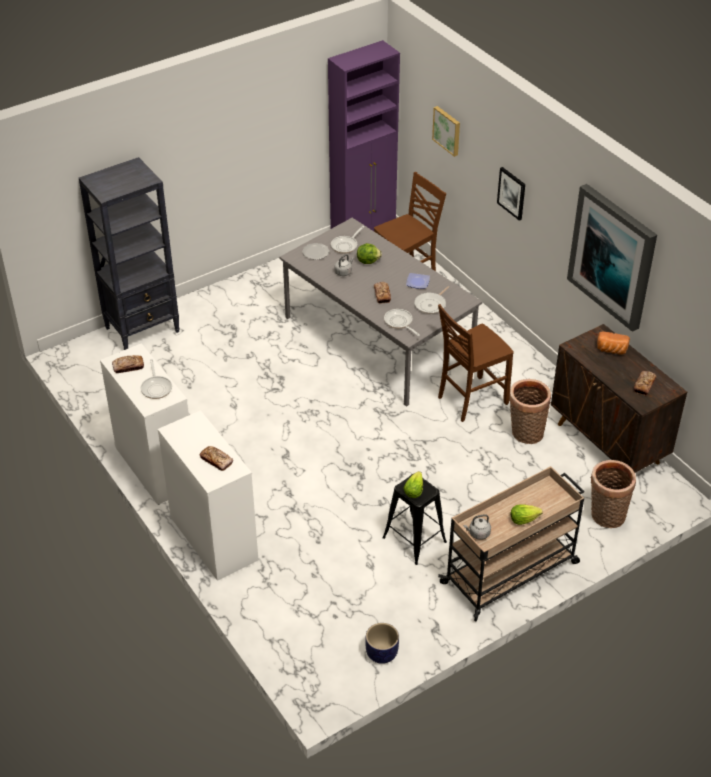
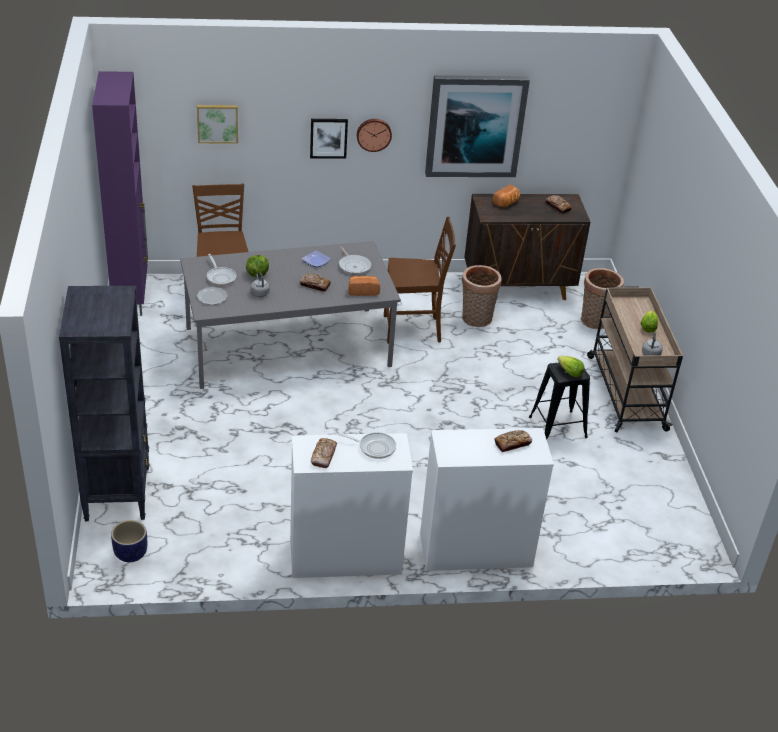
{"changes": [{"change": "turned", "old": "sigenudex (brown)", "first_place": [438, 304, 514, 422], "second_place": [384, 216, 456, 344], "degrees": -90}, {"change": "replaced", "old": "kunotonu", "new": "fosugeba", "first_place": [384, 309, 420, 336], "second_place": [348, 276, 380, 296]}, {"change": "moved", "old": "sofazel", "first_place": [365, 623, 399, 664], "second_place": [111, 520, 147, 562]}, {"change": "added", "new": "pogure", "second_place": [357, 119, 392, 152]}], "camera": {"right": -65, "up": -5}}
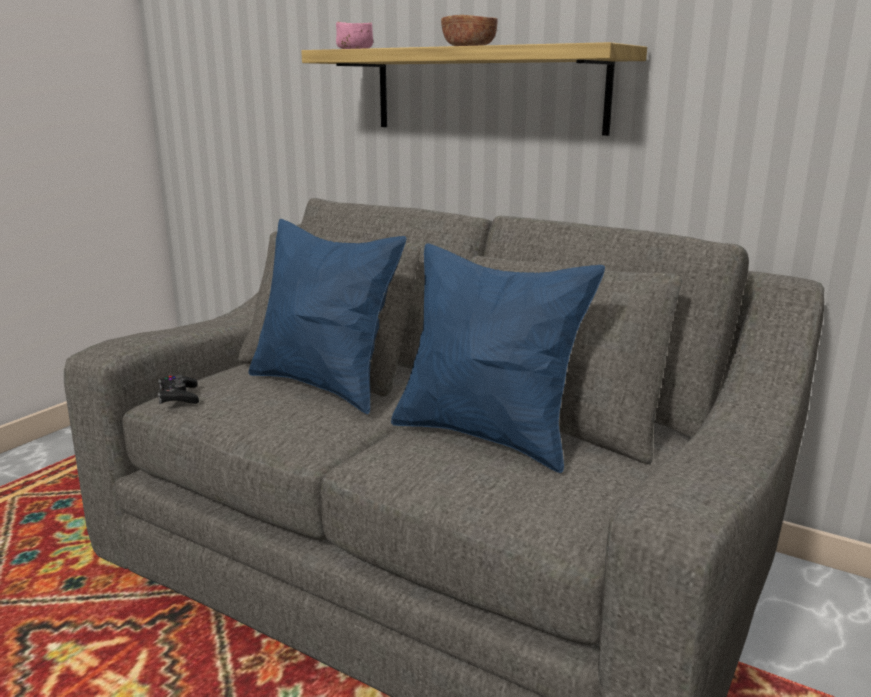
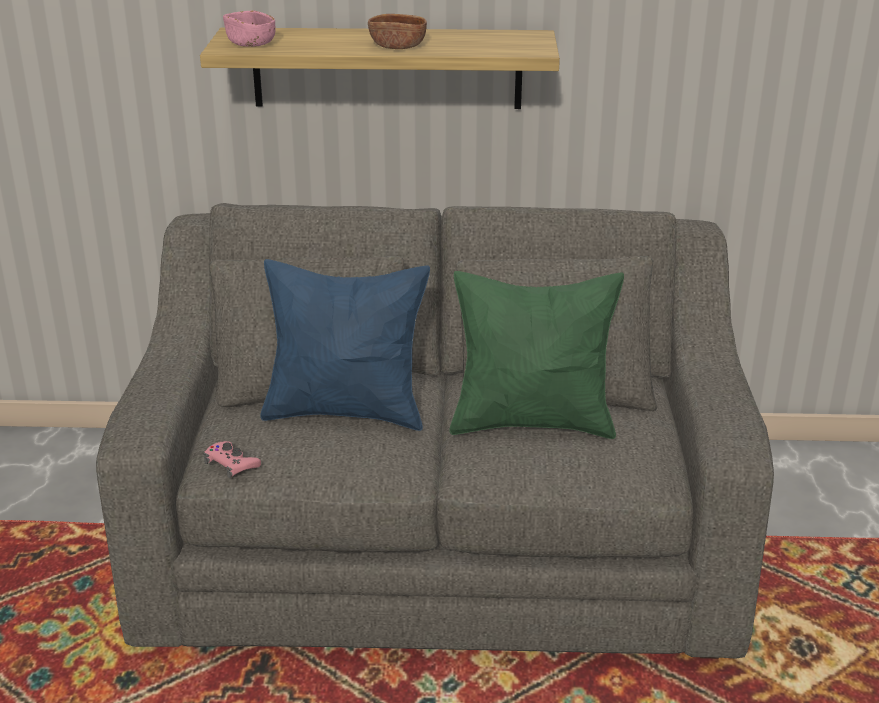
{"changes": [{"change": "recoloured", "old": "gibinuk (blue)", "new": "gibinuk (green)", "first_place": [391, 244, 605, 473], "second_place": [450, 271, 624, 439]}, {"change": "recoloured", "old": "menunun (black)", "new": "menunun (pink)", "first_place": [157, 375, 199, 404], "second_place": [203, 441, 261, 478]}], "camera": {"right": -30, "up": 10}}
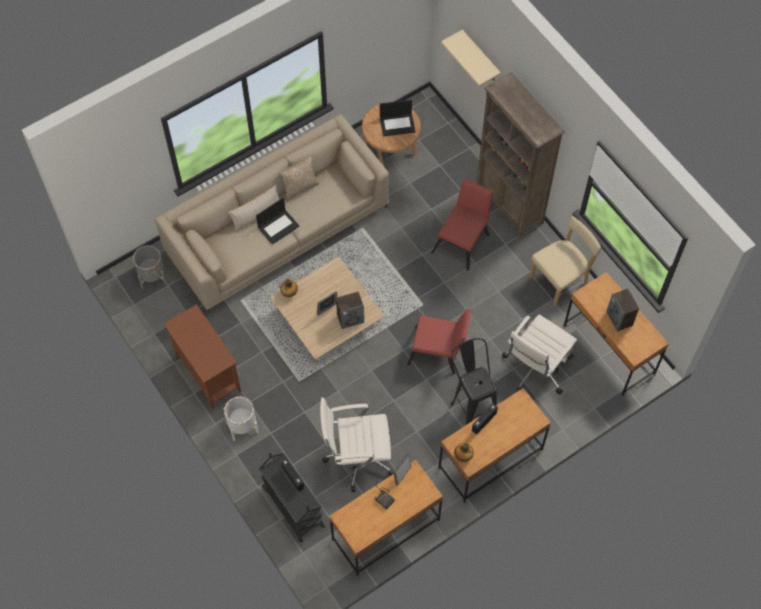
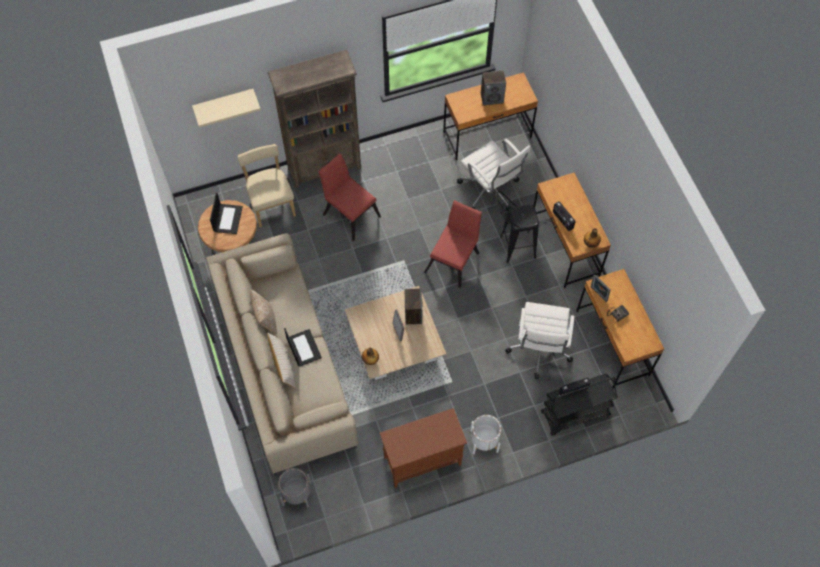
{"changes": [{"change": "moved", "old": "sigenudex (beige)", "first_place": [529, 216, 602, 307], "second_place": [237, 144, 296, 227]}], "camera": {"right": -75, "up": 0}}
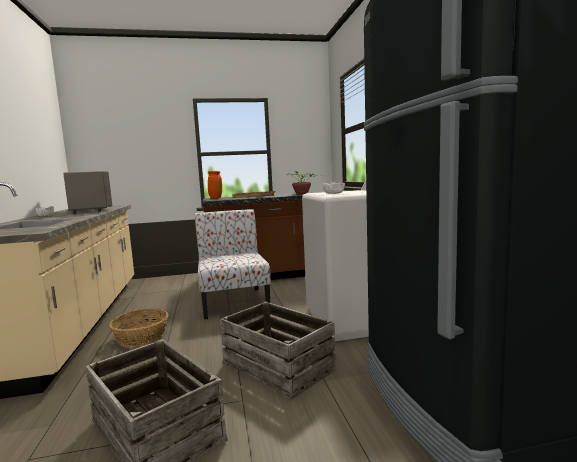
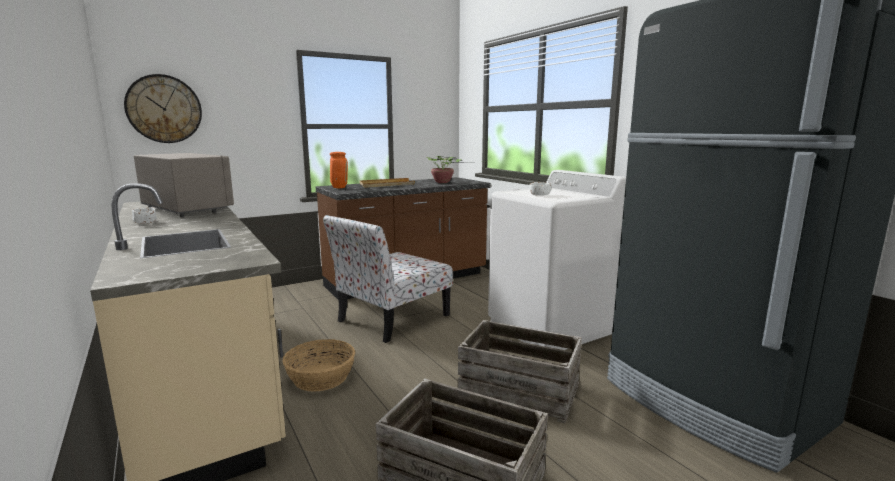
{"changes": [{"change": "turned", "old": "sigenudex", "first_place": [195, 209, 271, 320], "second_place": [323, 215, 453, 343], "degrees": -105}, {"change": "added", "new": "pogure", "second_place": [124, 74, 202, 143]}], "camera": {"right": -20, "up": 5}}
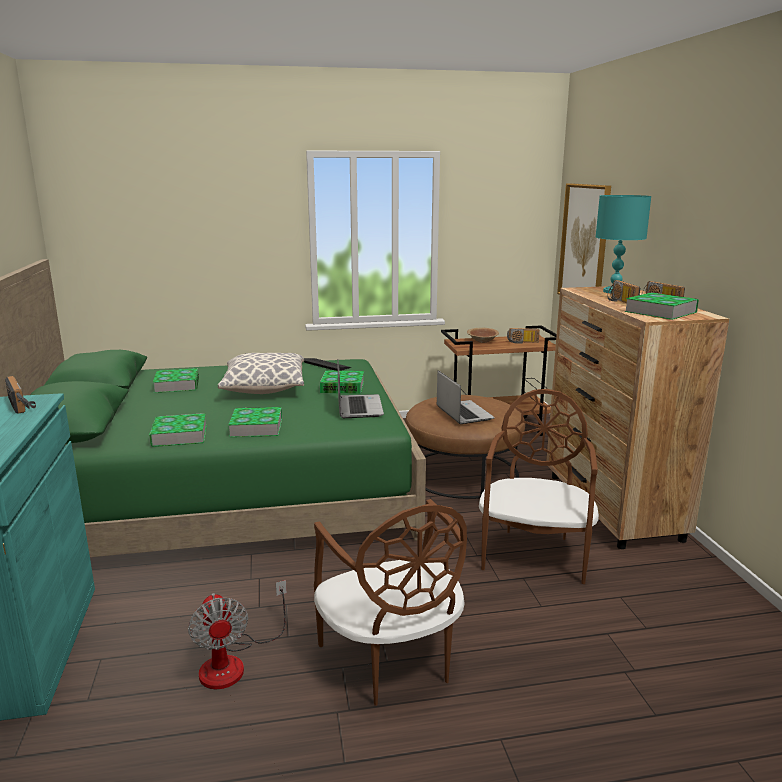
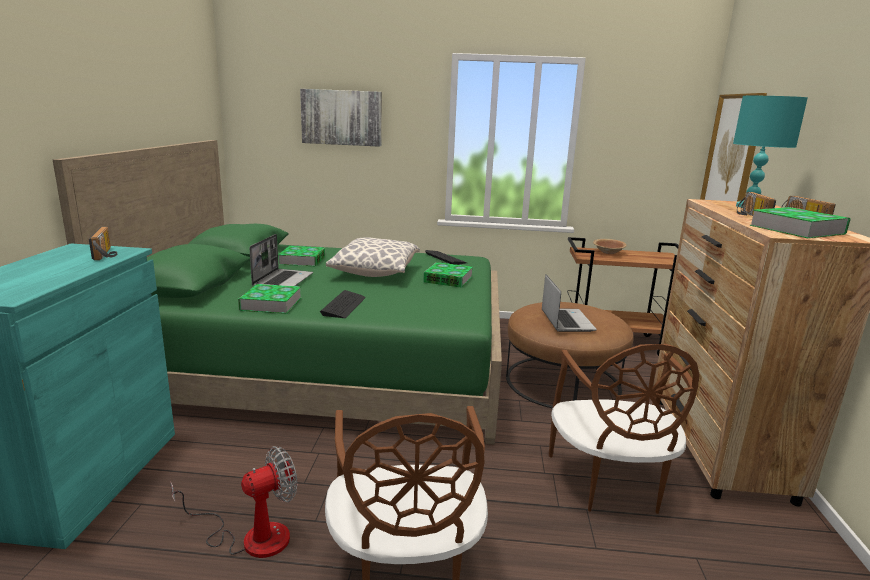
{"changes": [{"change": "removed", "old": "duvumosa", "first_place": [507, 328, 540, 344]}, {"change": "moved", "old": "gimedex", "first_place": [337, 360, 384, 418], "second_place": [250, 234, 313, 286]}, {"change": "turned", "old": "sigenudex (brown)", "first_place": [479, 389, 599, 584], "second_place": [549, 344, 700, 514], "degrees": 150}, {"change": "replaced", "old": "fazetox", "new": "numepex", "first_place": [228, 407, 282, 437], "second_place": [320, 290, 366, 318]}, {"change": "turned", "old": "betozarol", "first_place": [188, 580, 287, 689], "second_place": [170, 446, 298, 558], "degrees": -120}, {"change": "added", "new": "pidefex", "second_place": [300, 89, 382, 147]}], "camera": {"right": 15, "up": 0}}
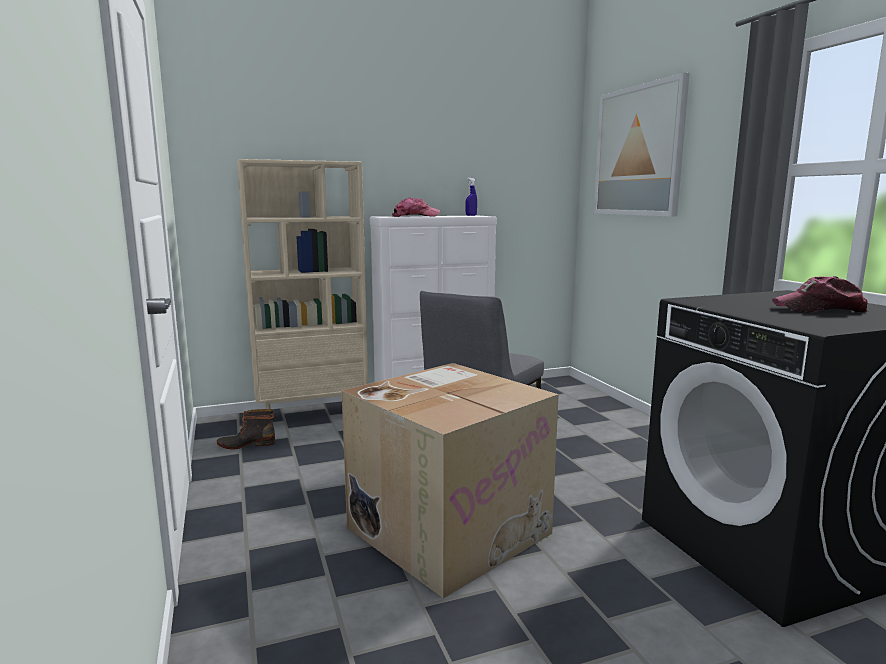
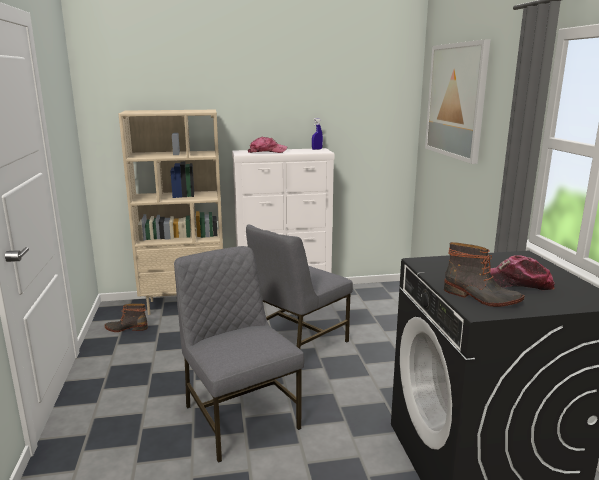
{"changes": [{"change": "replaced", "old": "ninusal", "new": "sigenudex (grey)", "first_place": [342, 363, 559, 598], "second_place": [174, 246, 304, 463]}, {"change": "added", "new": "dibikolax", "second_place": [444, 242, 525, 307]}], "camera": {"right": 10, "up": 5}}
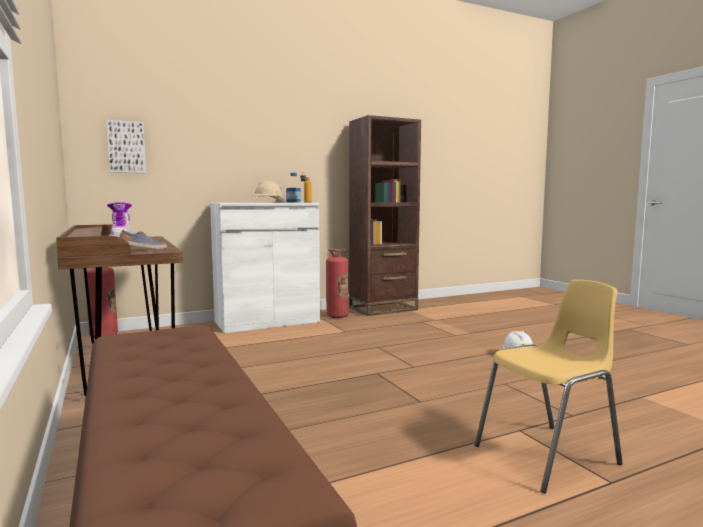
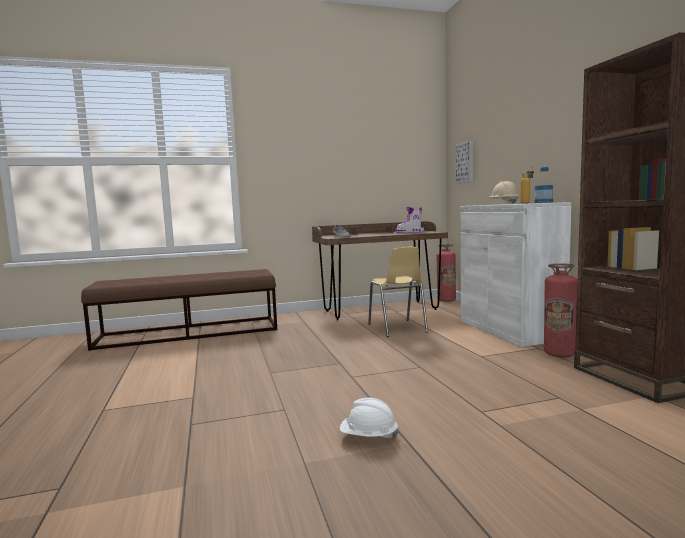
{"changes": [{"change": "moved", "old": "sigenudex (yellow)", "first_place": [475, 280, 623, 493], "second_place": [368, 247, 428, 337]}], "camera": {"right": 100, "up": 0}}
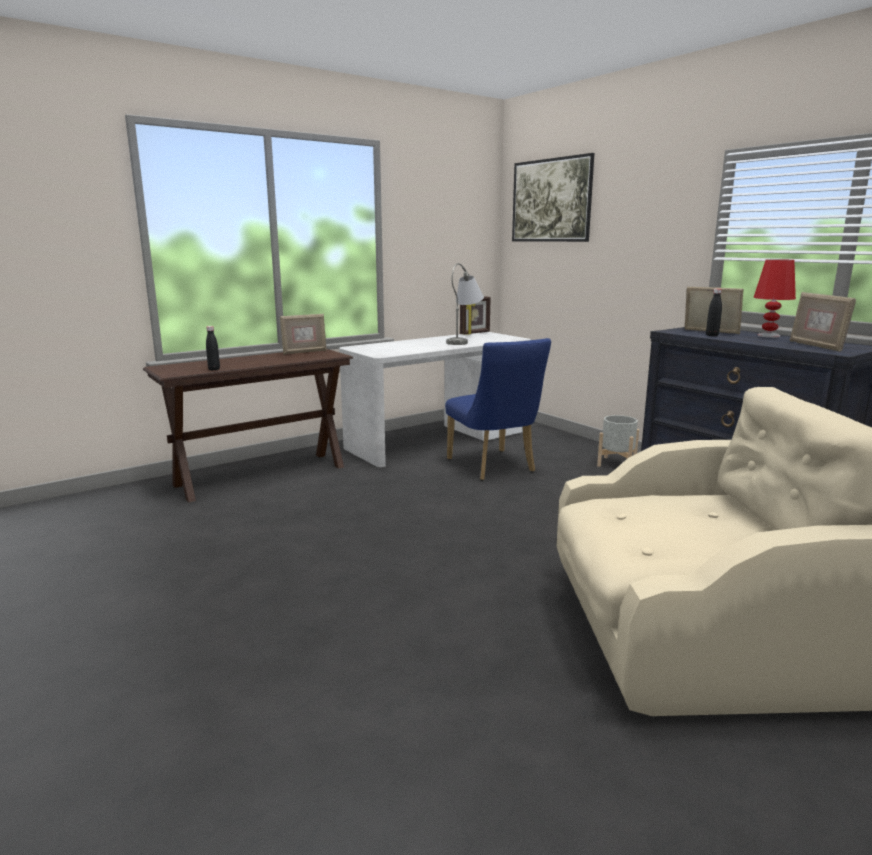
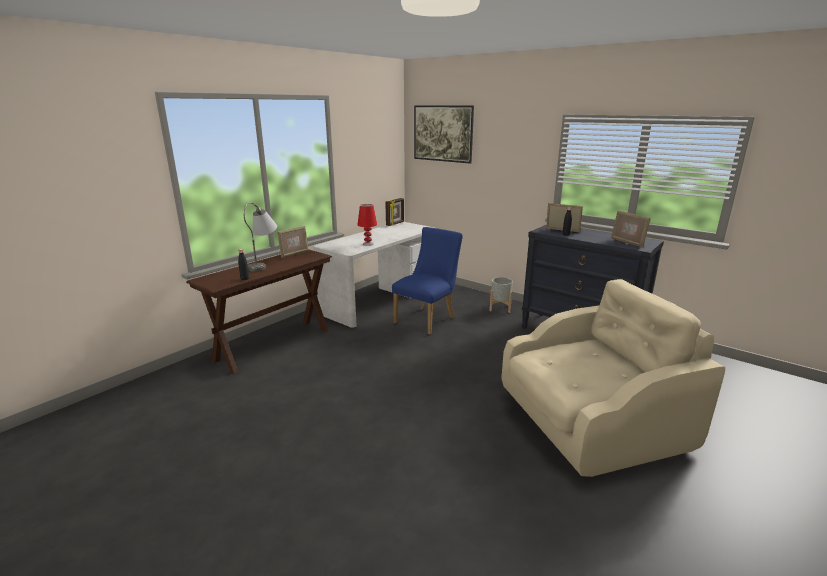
{"changes": [{"change": "moved", "old": "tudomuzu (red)", "first_place": [754, 259, 796, 338], "second_place": [357, 204, 377, 246]}, {"change": "moved", "old": "tudomuzu (grey)", "first_place": [446, 263, 484, 345], "second_place": [243, 202, 277, 272]}, {"change": "turned", "old": "sigenudex (blue)", "first_place": [445, 338, 551, 480], "second_place": [392, 227, 463, 335], "degrees": -105}], "camera": {"right": -15, "up": 5}}
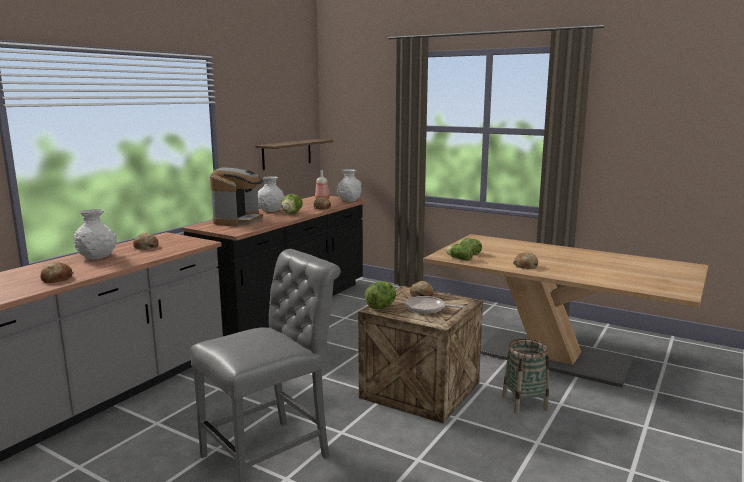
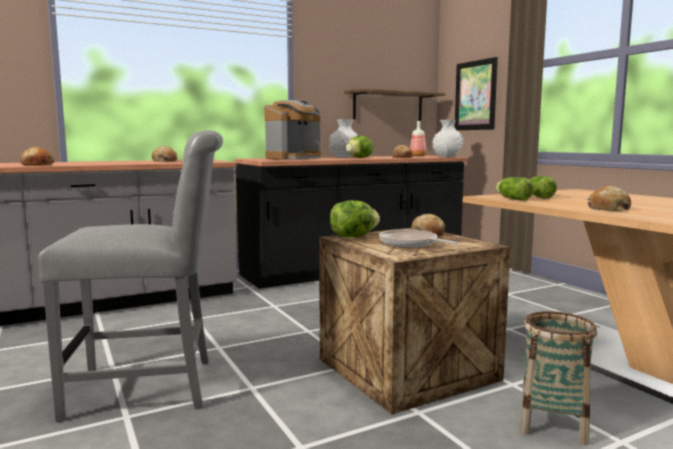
{"changes": [{"change": "removed", "old": "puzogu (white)", "first_place": [74, 209, 117, 260]}, {"change": "added", "new": "pidefex", "second_place": [455, 57, 498, 130]}], "camera": {"right": 30, "up": -5}}
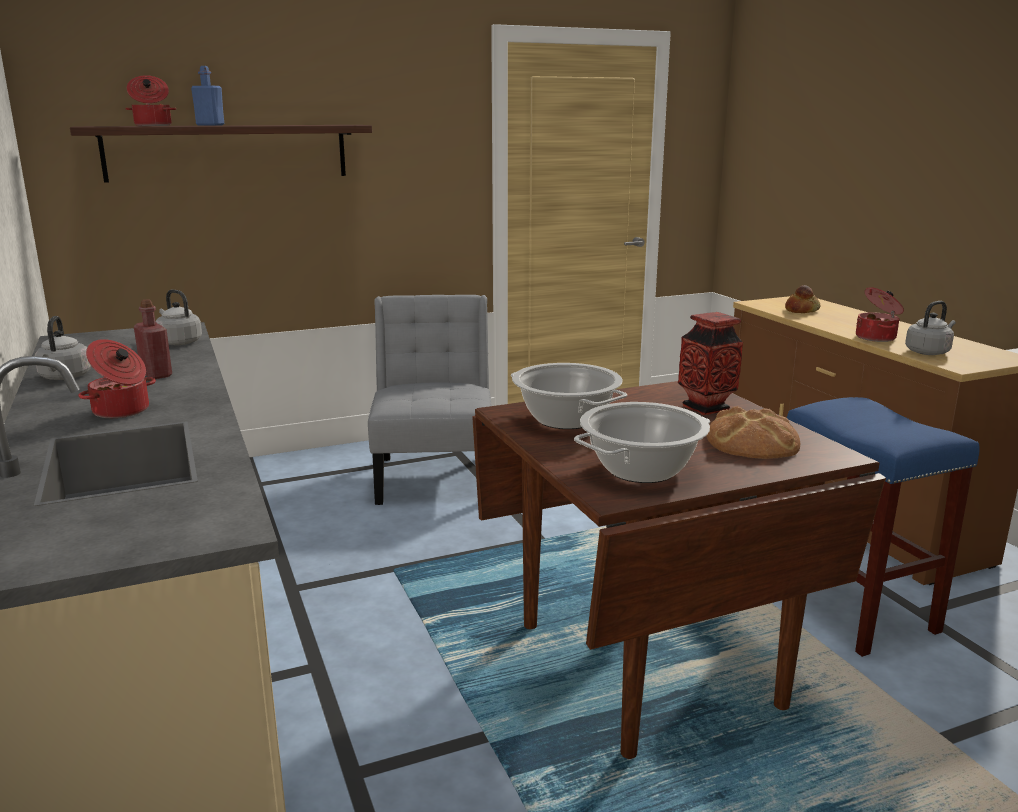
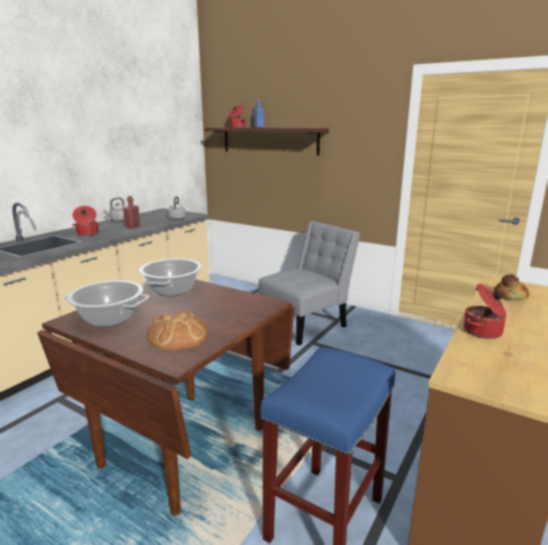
{"changes": [{"change": "removed", "old": "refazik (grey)", "first_place": [905, 301, 956, 355]}, {"change": "removed", "old": "puzogu", "first_place": [678, 312, 743, 415]}], "camera": {"right": 55, "up": 0}}
